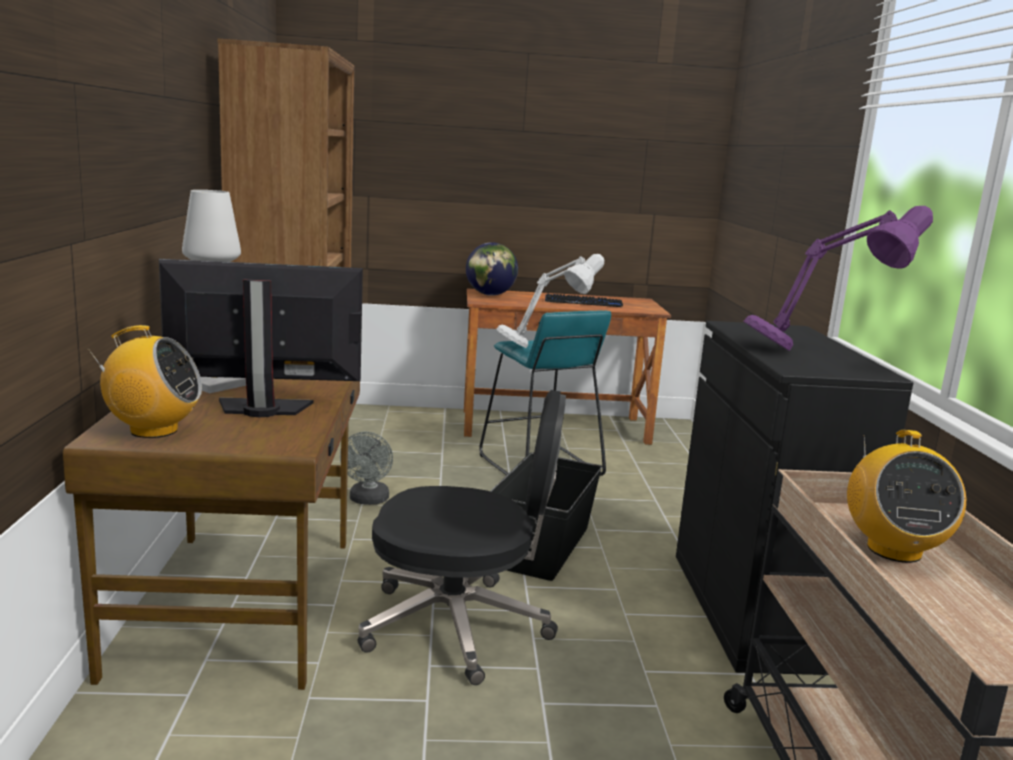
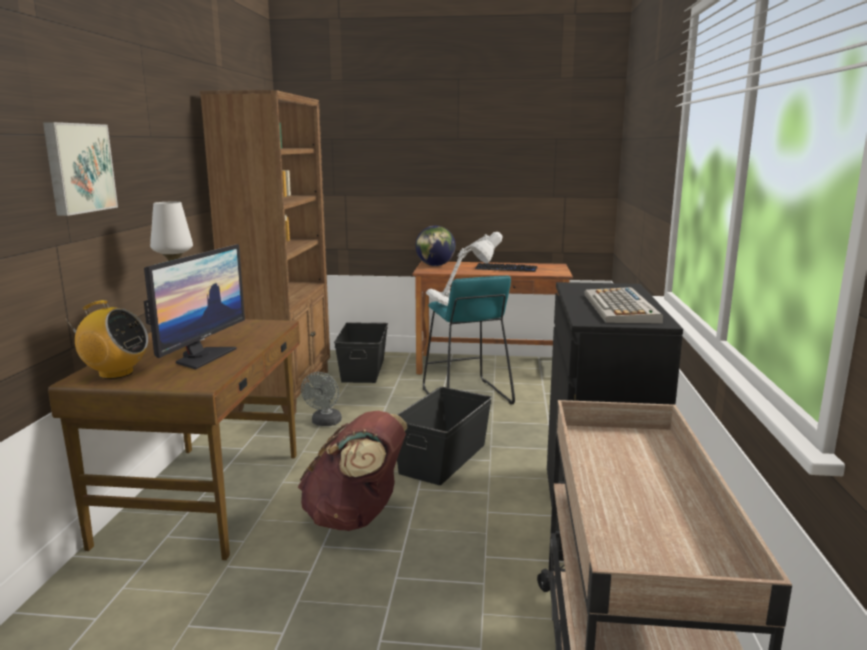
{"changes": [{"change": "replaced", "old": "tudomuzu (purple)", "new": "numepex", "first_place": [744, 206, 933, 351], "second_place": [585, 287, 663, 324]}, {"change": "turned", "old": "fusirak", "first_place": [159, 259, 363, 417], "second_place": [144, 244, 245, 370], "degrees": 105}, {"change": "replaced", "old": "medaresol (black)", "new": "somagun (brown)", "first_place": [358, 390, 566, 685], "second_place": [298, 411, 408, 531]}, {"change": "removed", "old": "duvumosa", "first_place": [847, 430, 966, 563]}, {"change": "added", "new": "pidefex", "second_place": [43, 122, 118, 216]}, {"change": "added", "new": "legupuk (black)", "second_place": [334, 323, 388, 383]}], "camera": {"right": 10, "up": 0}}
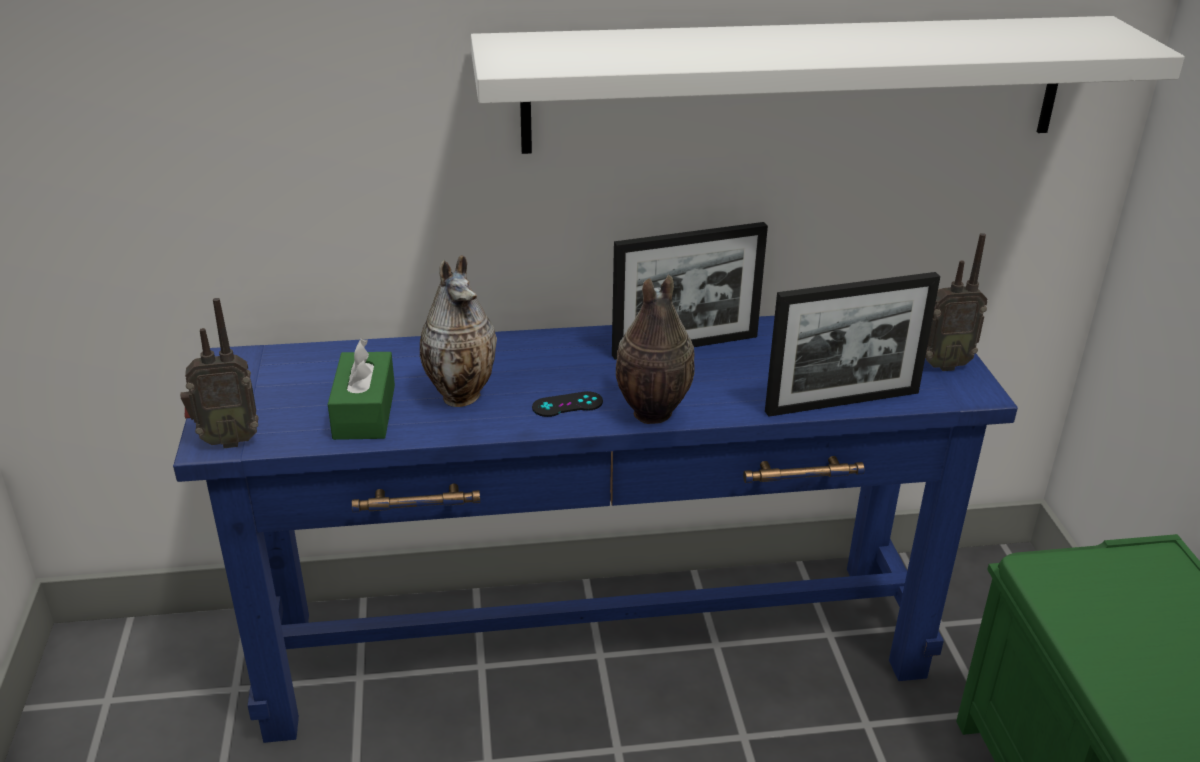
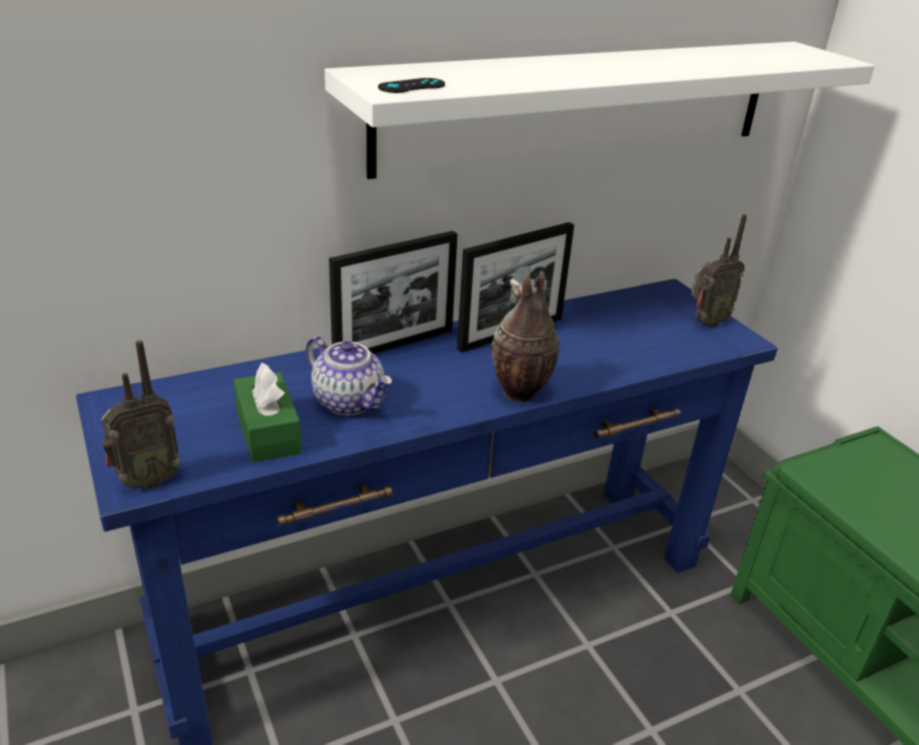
{"changes": [{"change": "replaced", "old": "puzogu", "new": "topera", "first_place": [420, 255, 497, 407], "second_place": [306, 336, 392, 415]}, {"change": "moved", "old": "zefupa", "first_place": [765, 272, 940, 417], "second_place": [329, 231, 458, 354]}, {"change": "moved", "old": "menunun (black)", "first_place": [532, 391, 603, 417], "second_place": [378, 78, 445, 93]}], "camera": {"right": -20, "up": 0}}
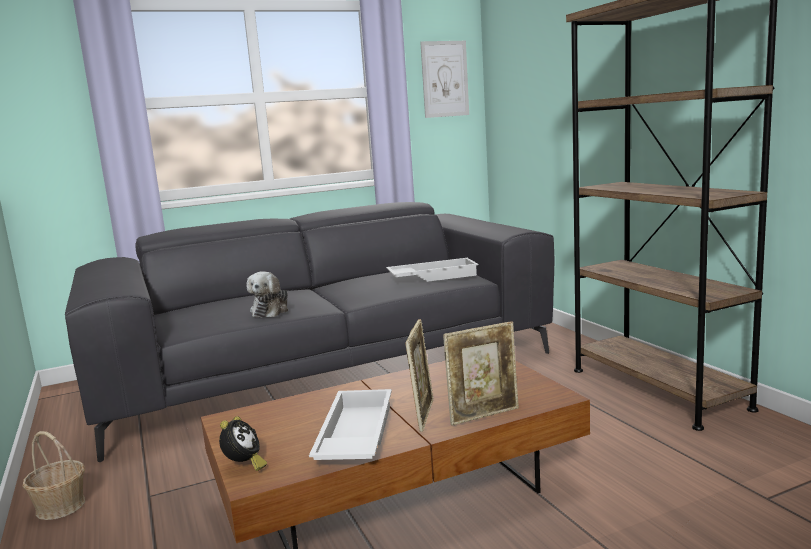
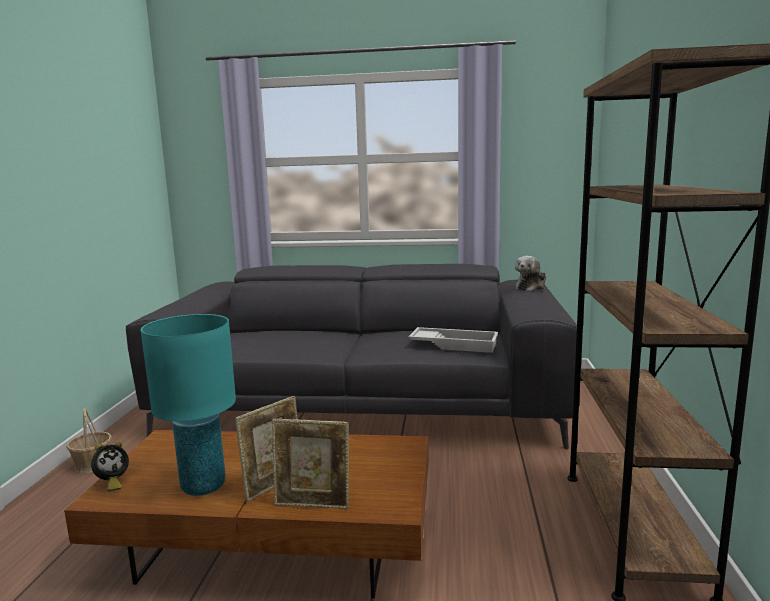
{"changes": [{"change": "removed", "old": "pidefex", "first_place": [420, 41, 469, 118]}, {"change": "moved", "old": "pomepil", "first_place": [247, 271, 288, 317], "second_place": [515, 256, 546, 291]}, {"change": "replaced", "old": "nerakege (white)", "new": "tudomuzu (turquoise)", "first_place": [309, 389, 392, 460], "second_place": [141, 314, 236, 496]}], "camera": {"right": 30, "up": 0}}
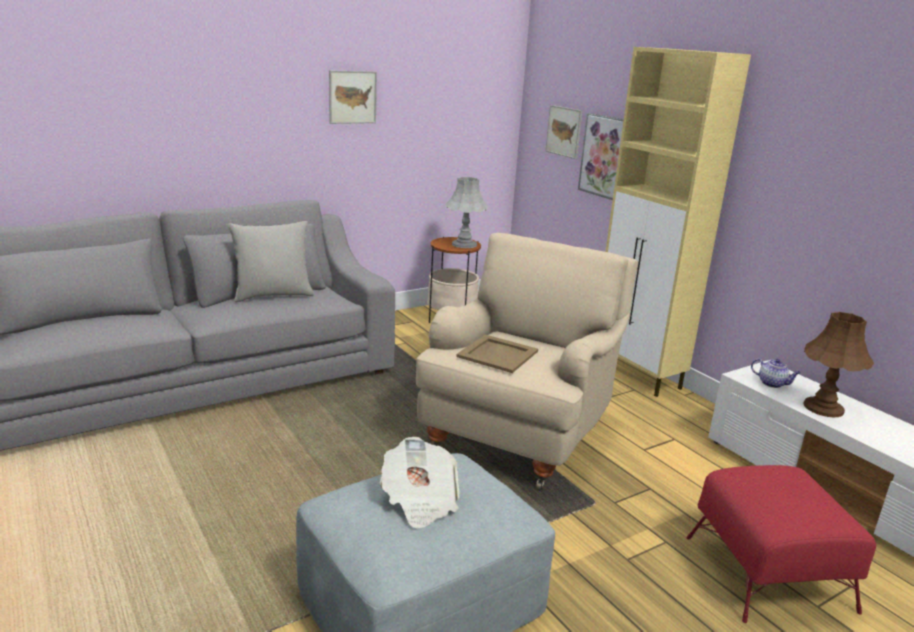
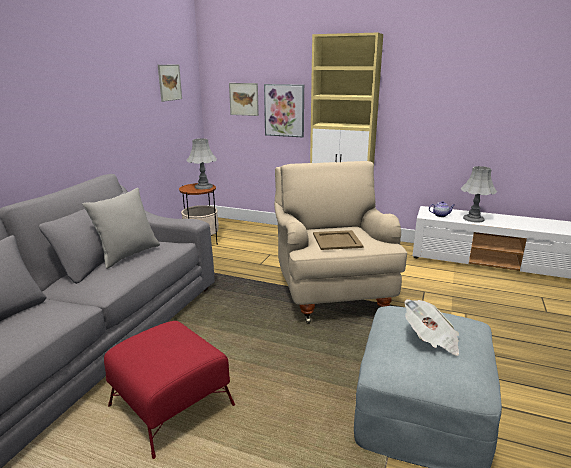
{"changes": [{"change": "moved", "old": "pidefex", "first_place": [329, 70, 377, 124], "second_place": [158, 65, 182, 102]}, {"change": "recoloured", "old": "tudomuzu (brown)", "new": "tudomuzu (grey)", "first_place": [803, 312, 874, 417], "second_place": [461, 166, 497, 223]}, {"change": "moved", "old": "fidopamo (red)", "first_place": [686, 465, 876, 623], "second_place": [104, 321, 235, 459]}], "camera": {"right": -35, "up": 0}}
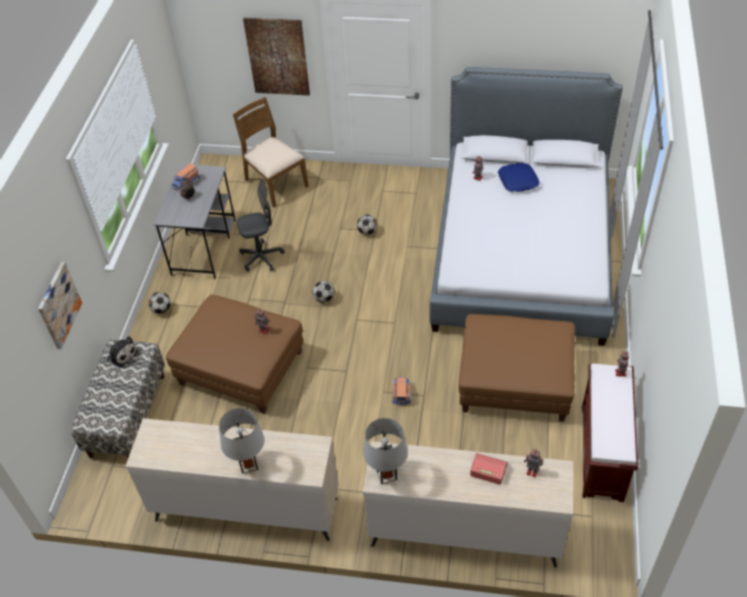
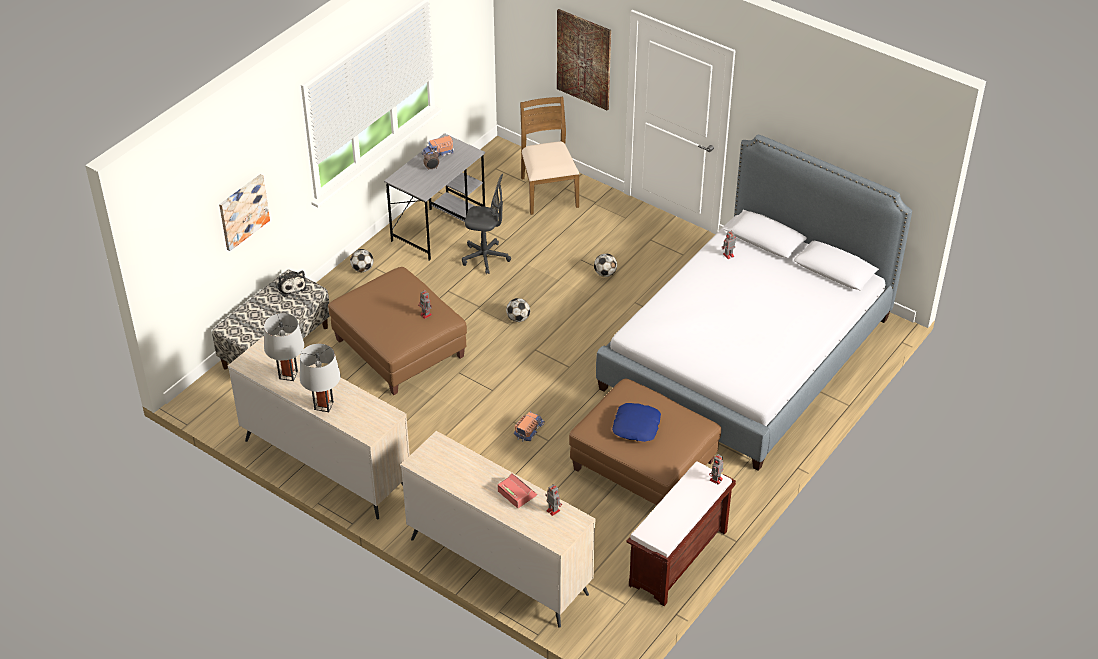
{"changes": [{"change": "moved", "old": "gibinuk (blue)", "first_place": [498, 163, 540, 192], "second_place": [612, 403, 661, 442]}, {"change": "moved", "old": "tudomuzu (grey)", "first_place": [363, 418, 408, 485], "second_place": [264, 313, 304, 381]}], "camera": {"right": 25, "up": -5}}
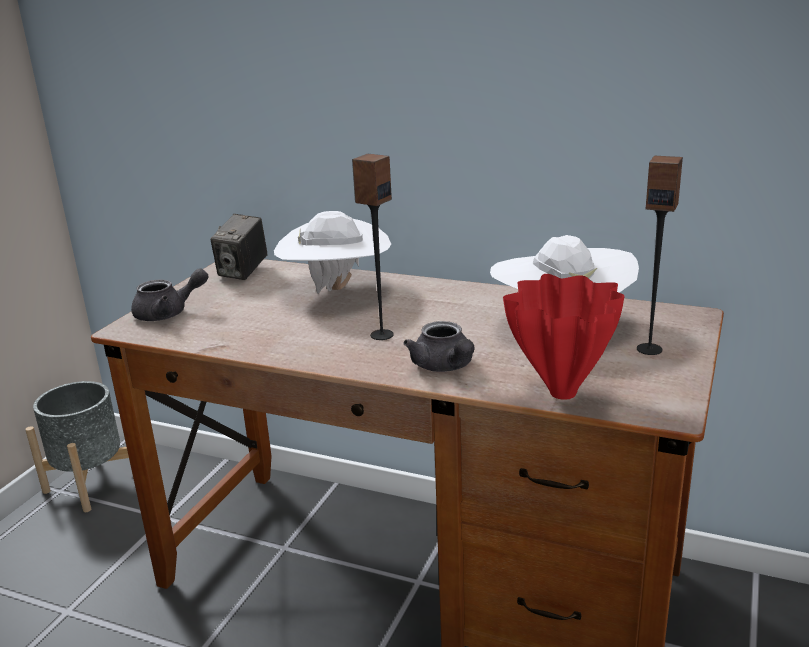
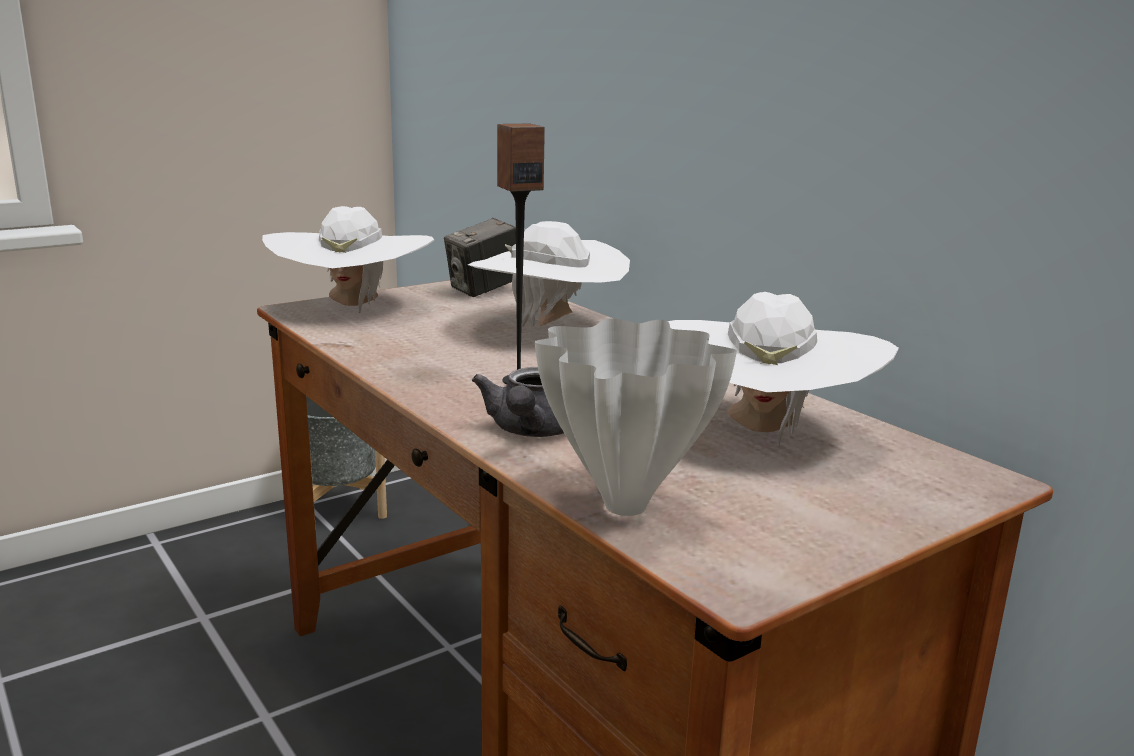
{"changes": [{"change": "removed", "old": "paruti", "first_place": [637, 156, 683, 355]}, {"change": "replaced", "old": "topera (grey)", "new": "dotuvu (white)", "first_place": [131, 268, 209, 321], "second_place": [262, 206, 434, 313]}, {"change": "recoloured", "old": "puzogu (red)", "new": "puzogu (white)", "first_place": [503, 274, 624, 400], "second_place": [535, 318, 737, 516]}], "camera": {"right": 30, "up": -5}}
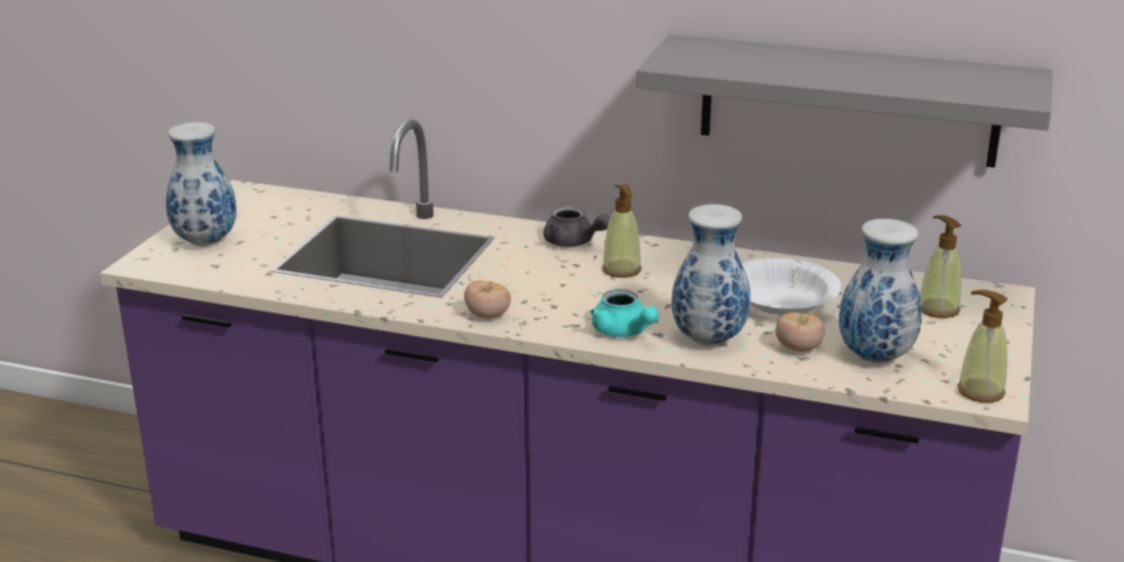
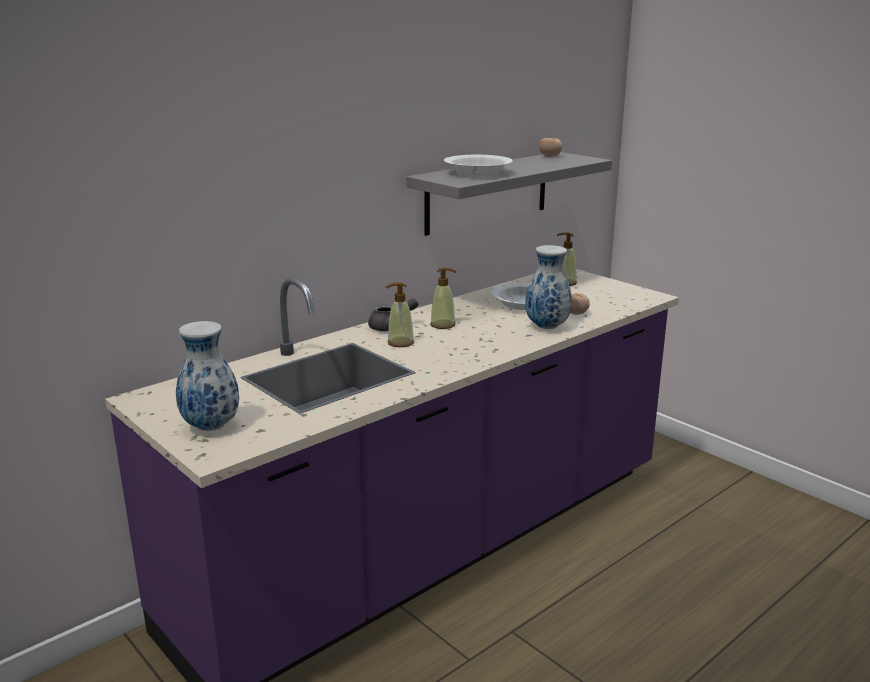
{"changes": [{"change": "removed", "old": "puzogu", "first_place": [839, 219, 922, 363]}, {"change": "moved", "old": "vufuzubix", "first_place": [464, 280, 511, 319], "second_place": [539, 138, 562, 157]}, {"change": "removed", "old": "topera (turquoise)", "first_place": [590, 289, 659, 337]}, {"change": "moved", "old": "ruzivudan", "first_place": [957, 290, 1008, 403], "second_place": [386, 282, 414, 347]}, {"change": "added", "new": "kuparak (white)", "second_place": [444, 155, 513, 176]}], "camera": {"right": -60, "up": -5}}
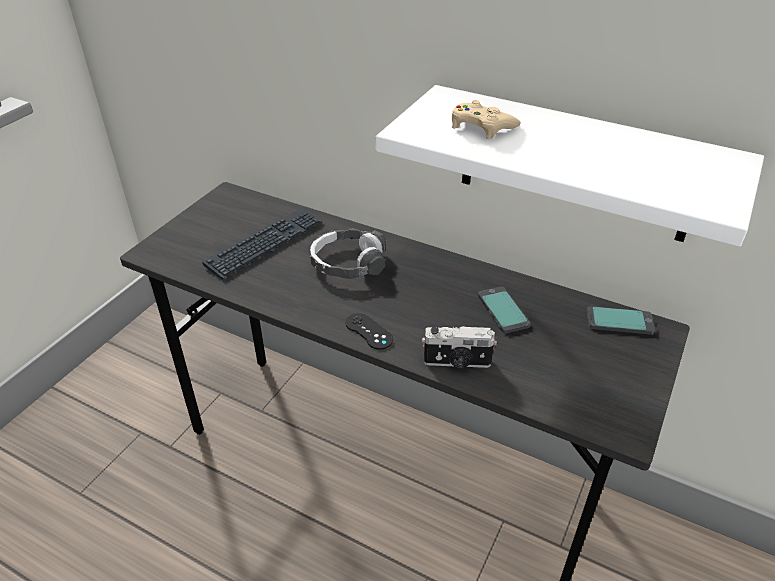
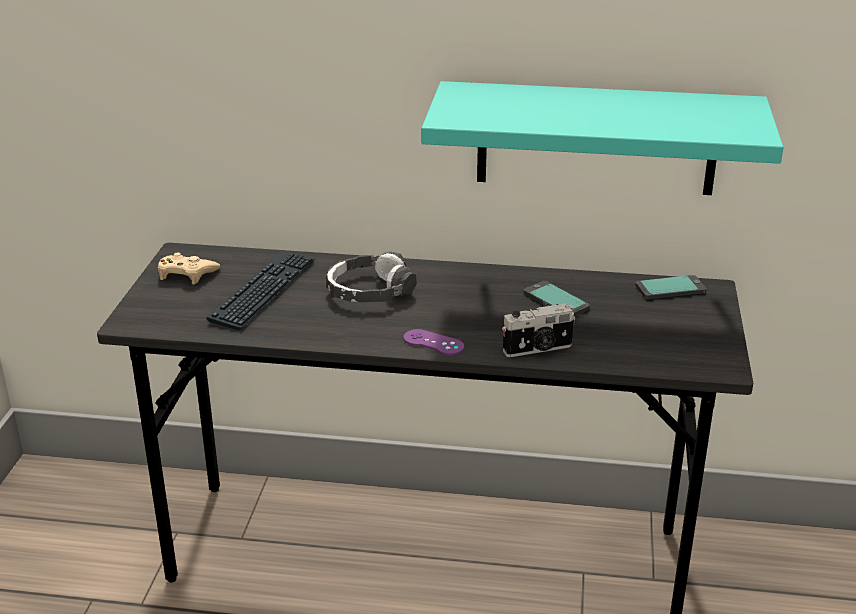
{"changes": [{"change": "recoloured", "old": "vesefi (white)", "new": "vesefi (turquoise)", "first_place": [376, 85, 764, 247], "second_place": [421, 81, 784, 195]}, {"change": "moved", "old": "menunun (beige)", "first_place": [452, 100, 521, 139], "second_place": [158, 252, 221, 284]}, {"change": "recoloured", "old": "menunun (black)", "new": "menunun (purple)", "first_place": [345, 313, 393, 350], "second_place": [403, 329, 464, 355]}], "camera": {"right": -20, "up": -10}}
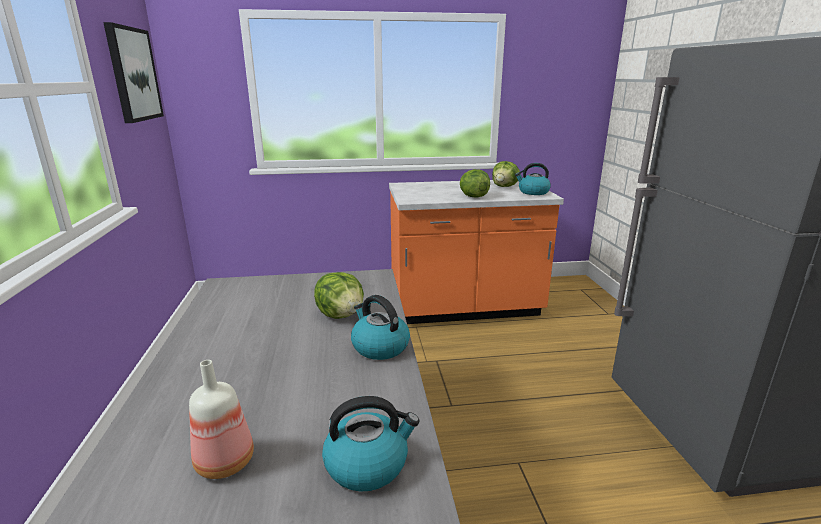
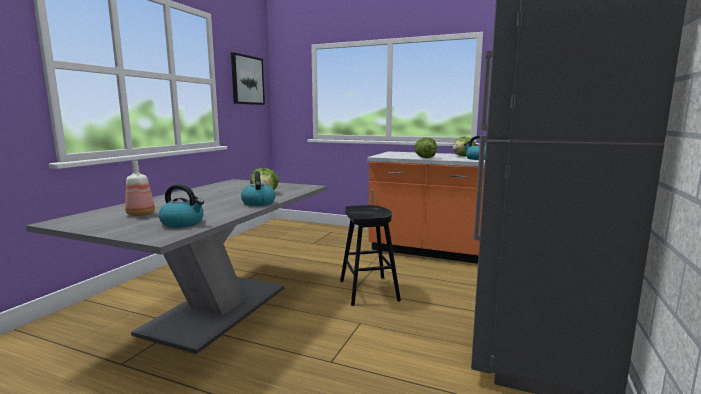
{"changes": [{"change": "added", "new": "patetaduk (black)", "second_place": [340, 205, 401, 306]}], "camera": {"right": 30, "up": -10}}
